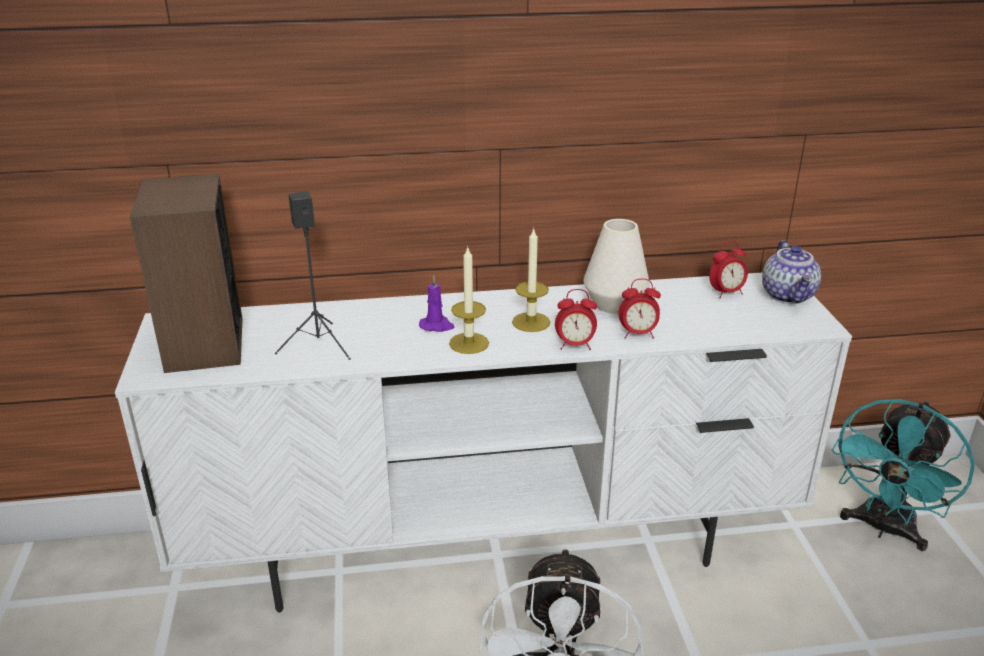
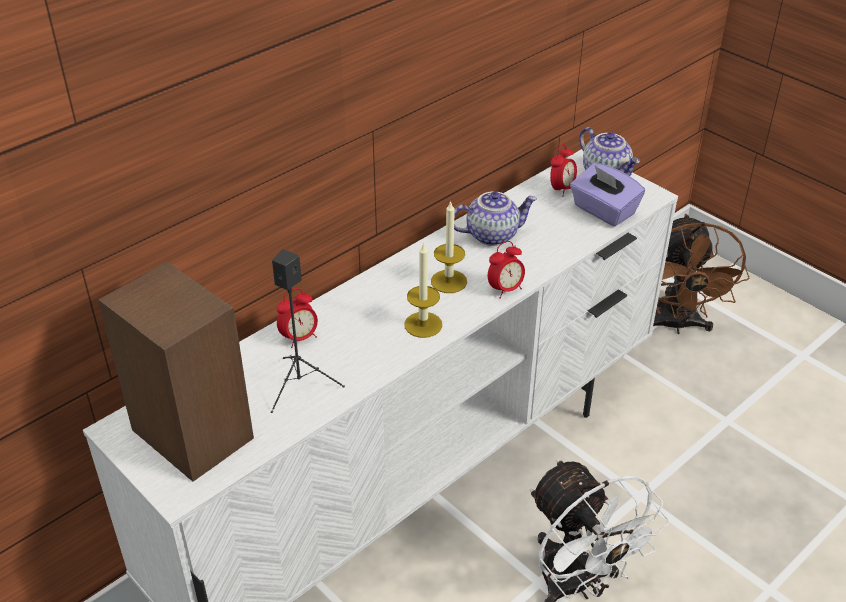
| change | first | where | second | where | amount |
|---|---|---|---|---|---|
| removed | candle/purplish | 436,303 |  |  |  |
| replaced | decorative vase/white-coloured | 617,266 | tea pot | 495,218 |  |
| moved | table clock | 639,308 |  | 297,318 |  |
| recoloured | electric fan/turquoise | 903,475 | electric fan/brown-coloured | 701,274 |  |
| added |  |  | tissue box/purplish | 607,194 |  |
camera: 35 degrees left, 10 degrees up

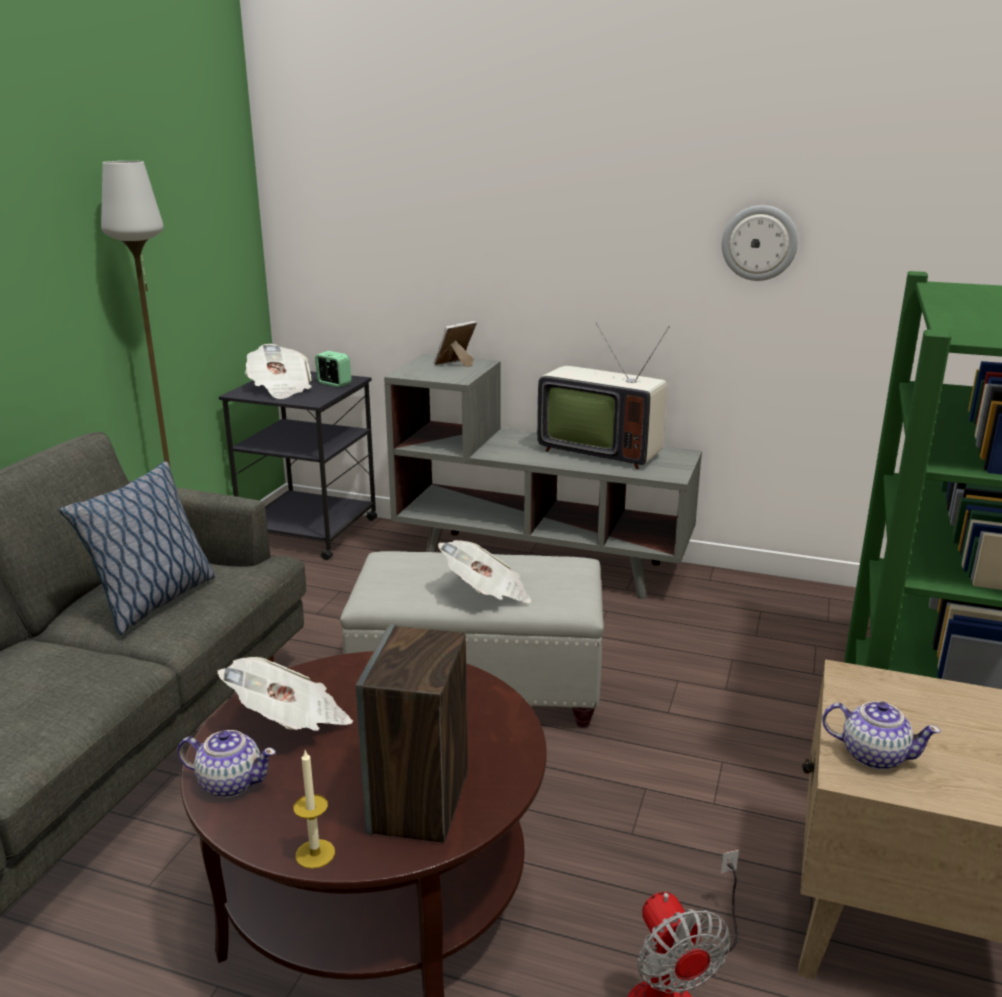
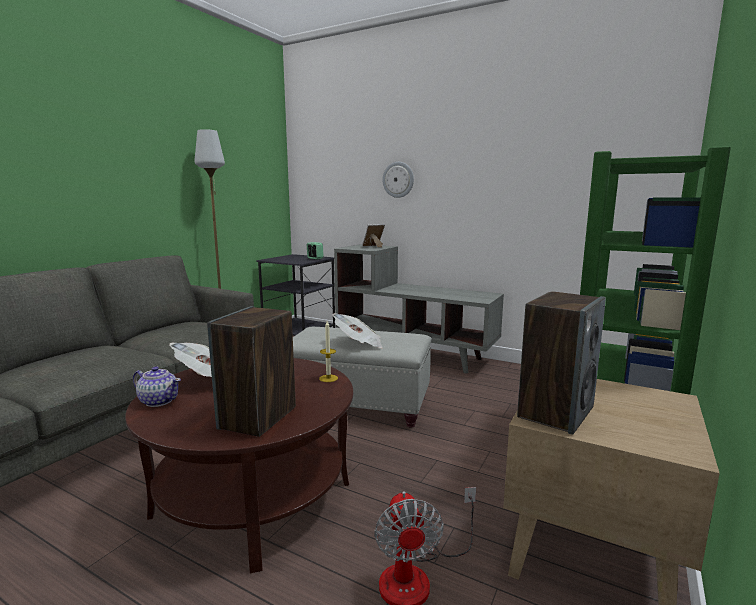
| change | first | where | second | where | amount |
|---|---|---|---|---|---|
| removed | throw pillow | 137,548 |  |  |  |
| removed | daily paper | 278,371 |  |  |  |
| moved | candle | 314,810 |  | 328,351 |  |
| removed | TV | 603,395 |  |  |  |
| moved | hanging clock | 760,243 |  | 398,180 |  |
| replaced | tea pot | 881,735 | loudspeaker | 561,363 |  |
camera: 10 degrees right, 10 degrees down

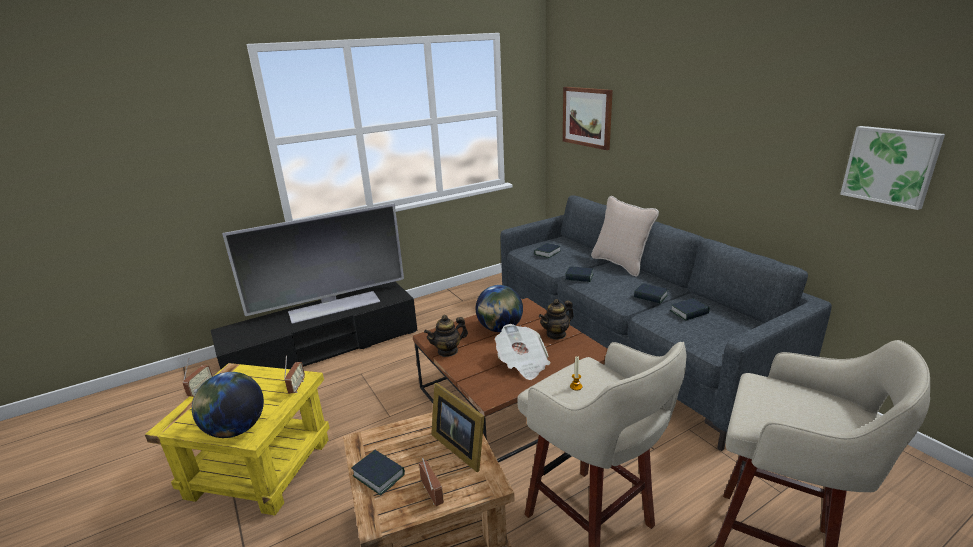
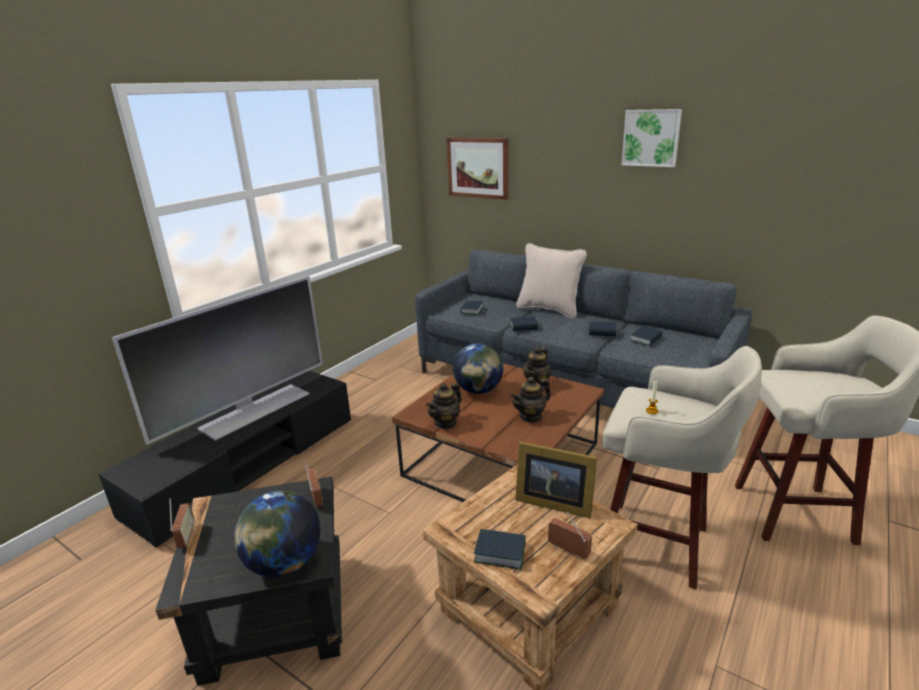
| change | first | where | second | where | amount |
|---|---|---|---|---|---|
| recoloured | side table/yellowish | 237,439 | side table/black | 248,581 |  |
| replaced | daily paper | 522,352 | tea pot | 530,399 |  |
| moved | wall picture | 892,168 |  | 651,138 |  |
camera: 25 degrees left, 0 degrees up

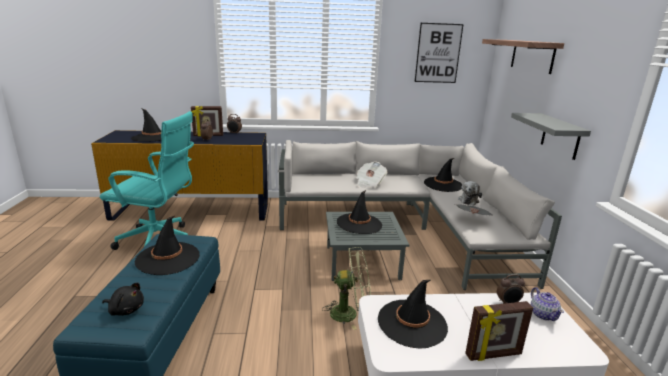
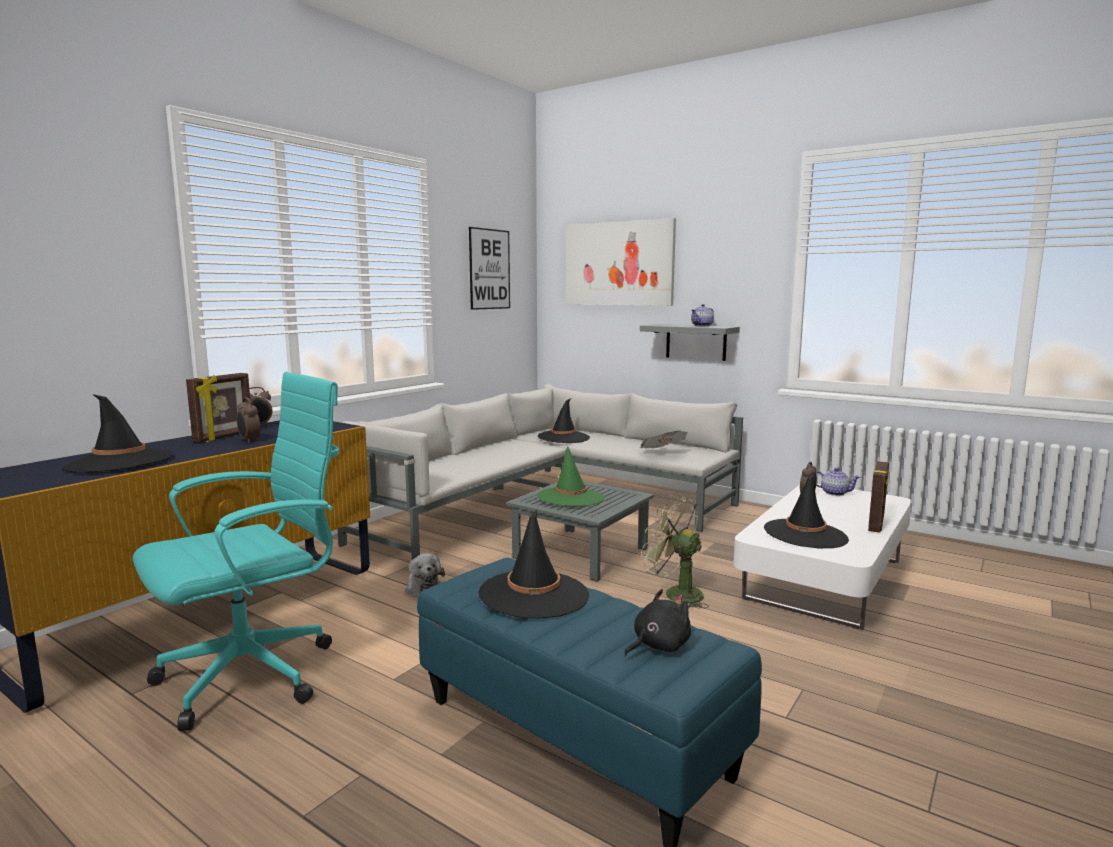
| change | first | where | second | where | amount |
|---|---|---|---|---|---|
| turned | electric fan/green | 346,288 |  | 675,551 | 90 degrees counterclockwise |
| recoloured | clothing hat/black | 359,212 | clothing hat/green | 571,476 |  |
| removed | daily paper | 371,175 |  |  |  |
| moved | plush toy | 470,193 |  | 425,575 |  |
| replaced | wall shelf | 523,56 | wall picture | 621,262 |  |
| added |  |  | tea pot | 702,315 |  |
camera: 50 degrees left, 10 degrees down

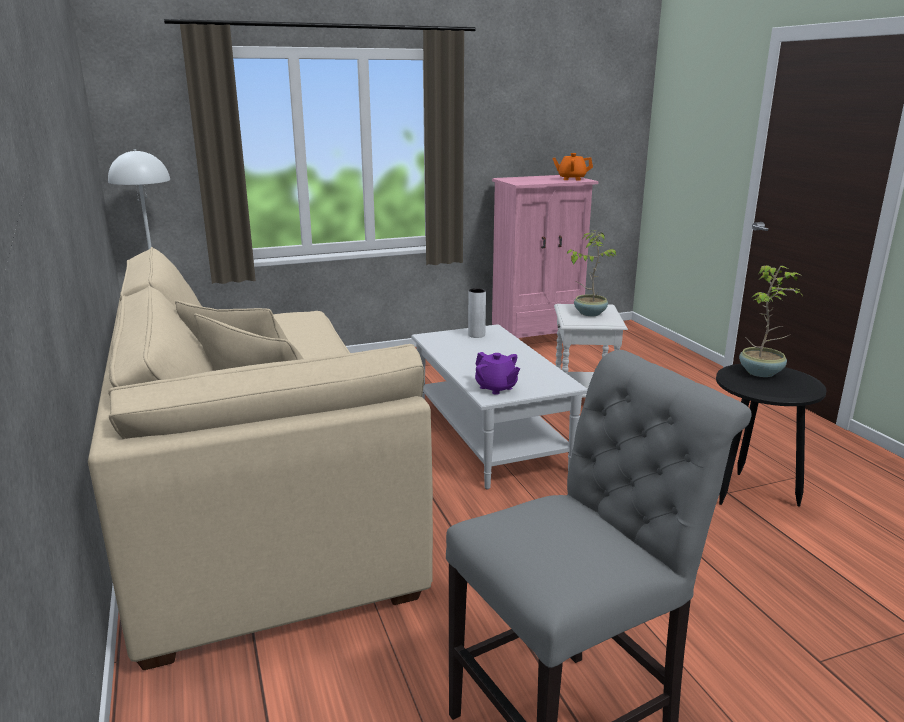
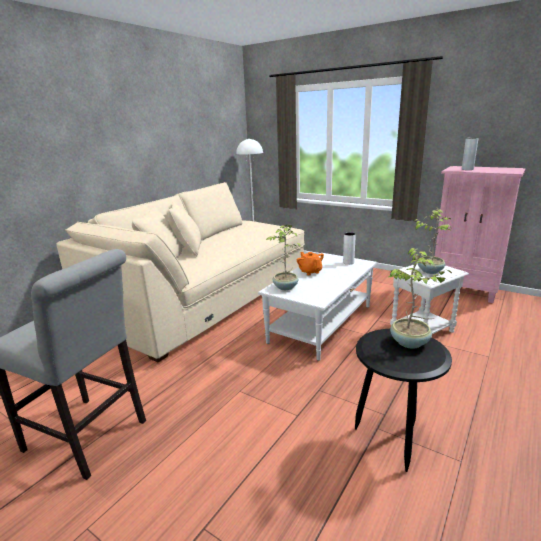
| change | first | where | second | where | amount |
|---|---|---|---|---|---|
| replaced | tea pot/purplish | 497,373 | plant in a pot | 283,257 |  |
| moved | tea pot/orange-coloured | 572,167 |  | 310,263 |  |
| added |  |  | decorative vase/grey | 470,154 |  |
camera: 55 degrees right, 0 degrees up

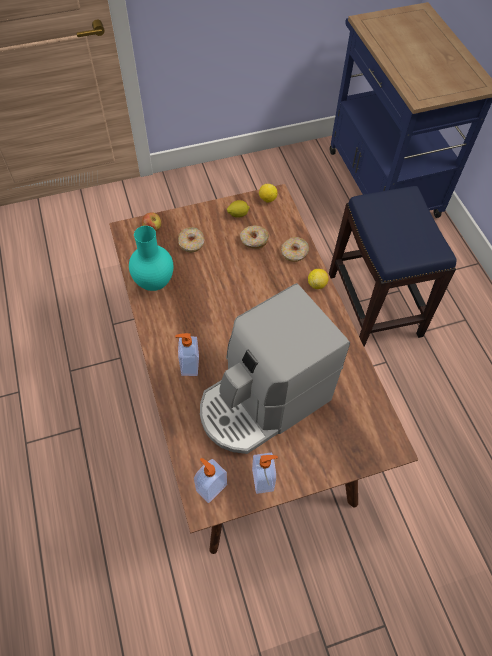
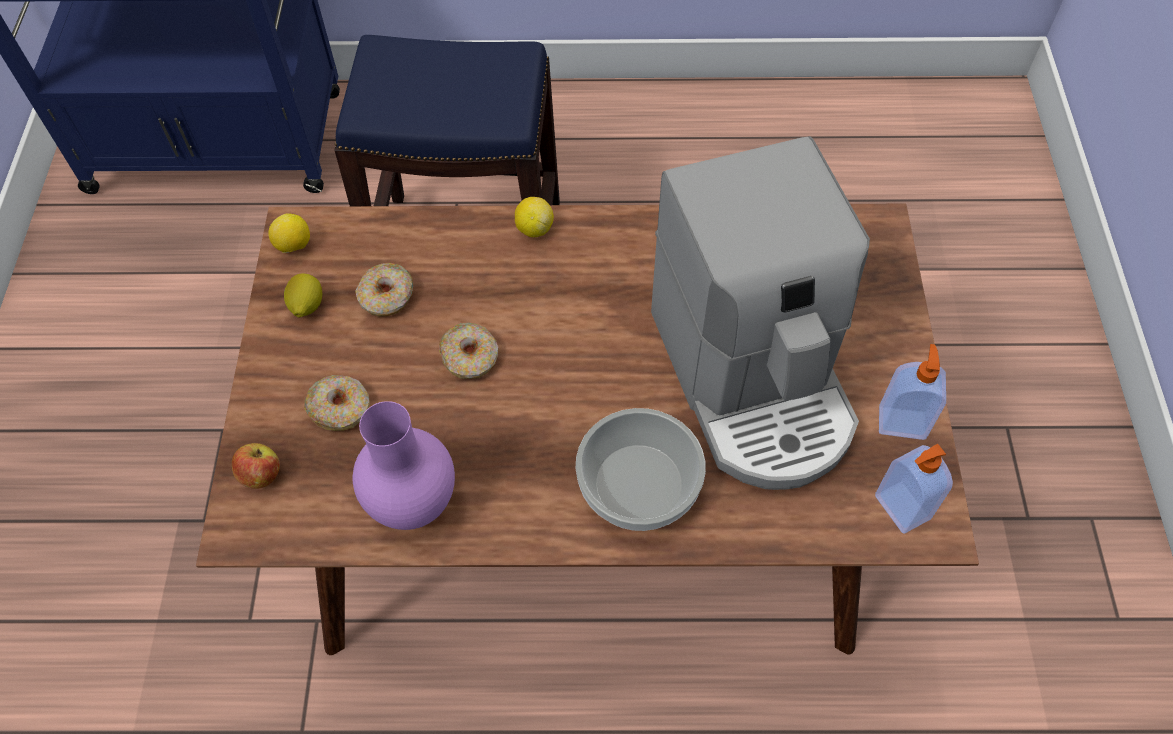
| change | first | where | second | where | amount |
|---|---|---|---|---|---|
| recoloured | decorative vase/turquoise | 151,258 | decorative vase/purplish | 404,465 |  |
| replaced | liquid soap bottle | 187,354 | deep dish | 641,469 |  |
| moved | ring doughnut | 295,249 |  | 468,351 |  |
camera: 70 degrees left, 0 degrees up

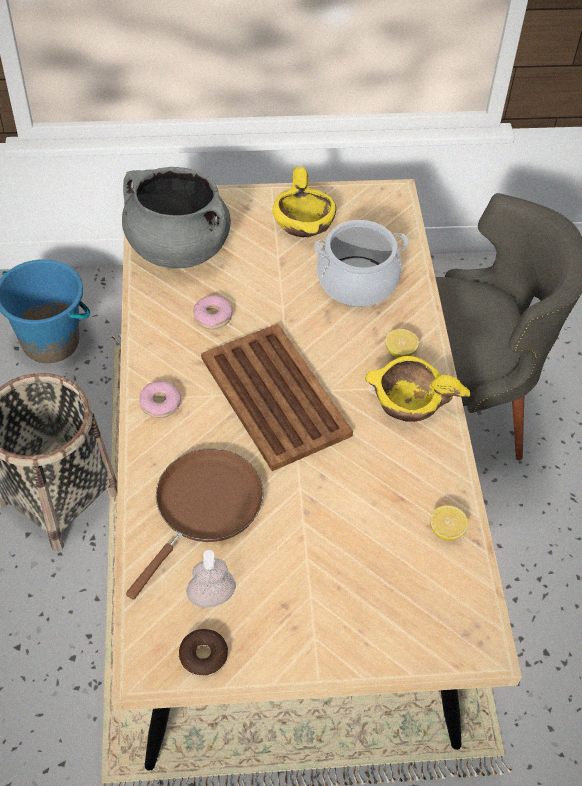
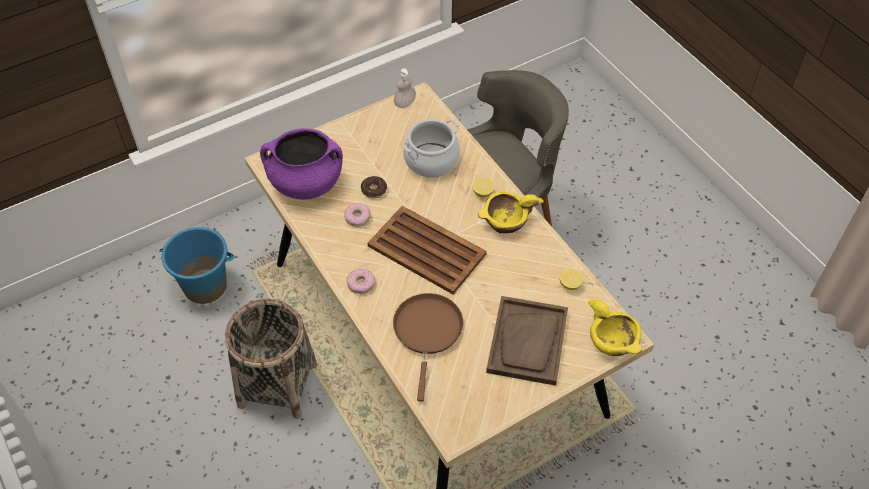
| change | first | where | second | where | amount |
|---|---|---|---|---|---|
| recoloured | saucepot/grey | 176,218 | saucepot/purplish | 301,163 |  |
| moved | ring doughnut | 203,653 |  | 374,187 |  |
| moved | liquid soap bottle | 211,578 |  | 405,88 |  |
| moved | deep dish/yellowish | 304,202 |  | 615,327 |  |
| added |  |  | carrying tray/brown-coloured | 527,341 |  |
camera: 25 degrees left, 0 degrees up

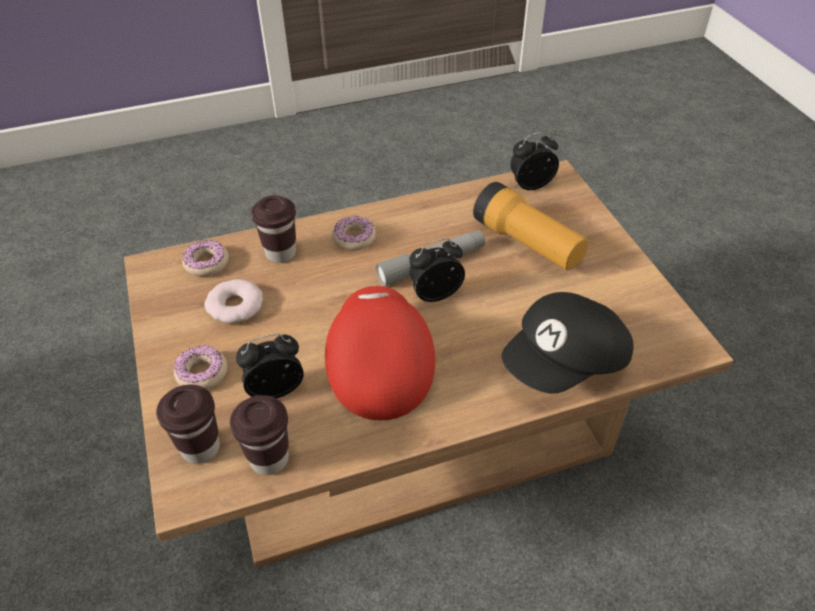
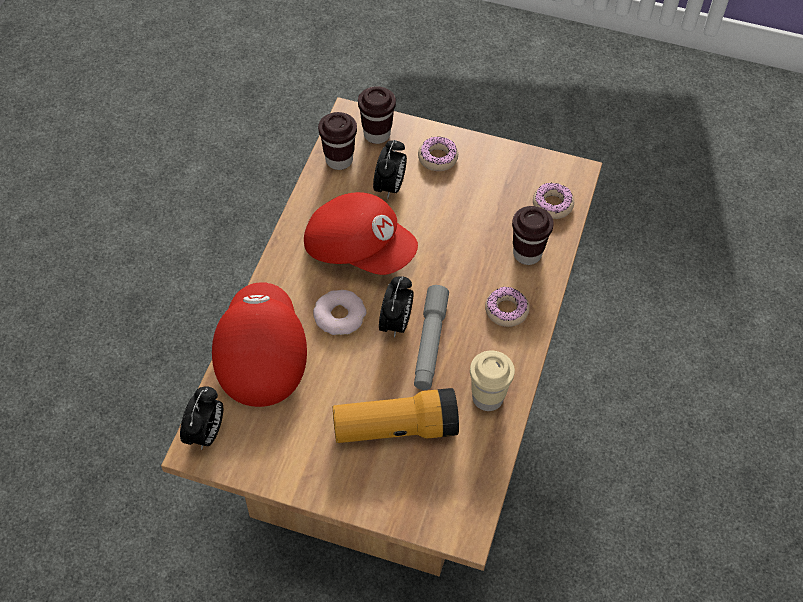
| change | first | where | second | where | amount |
|---|---|---|---|---|---|
| moved | ring doughnut | 233,301 |  | 340,312 |  |
| recoloured | peaked cap/black | 567,343 | peaked cap/reddish | 259,344 |  |
| moved | table clock | 534,161 |  | 201,418 |  |
| added |  |  | small cup/beige-coloured | 492,381 |  |
camera: 125 degrees right, 10 degrees up

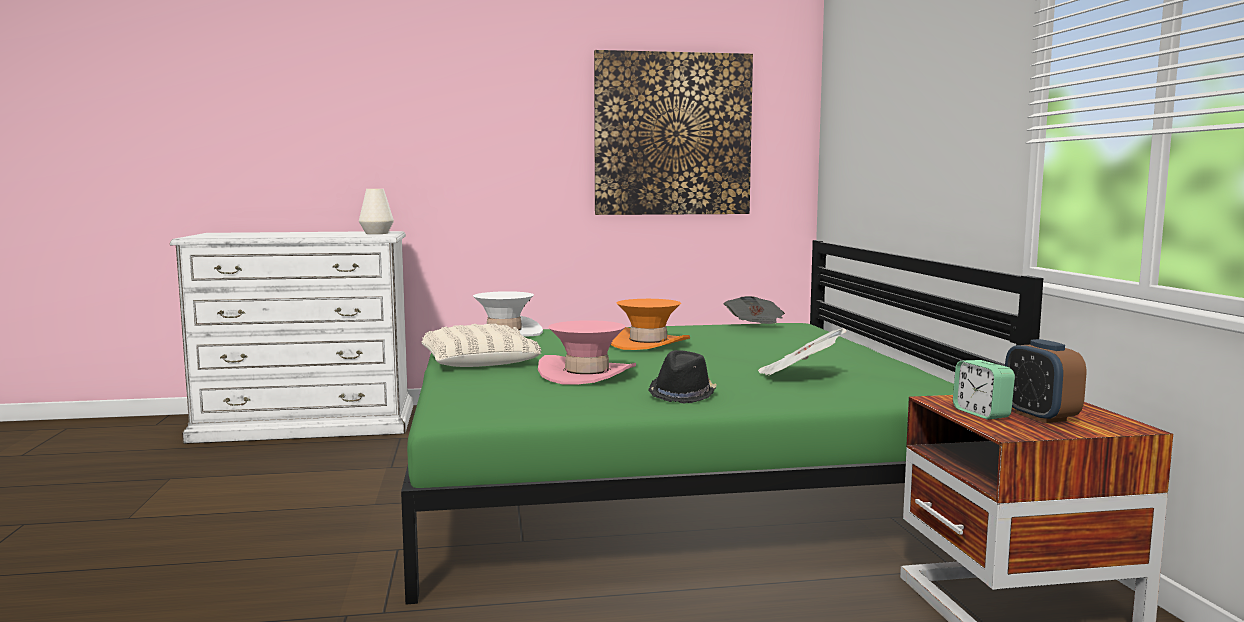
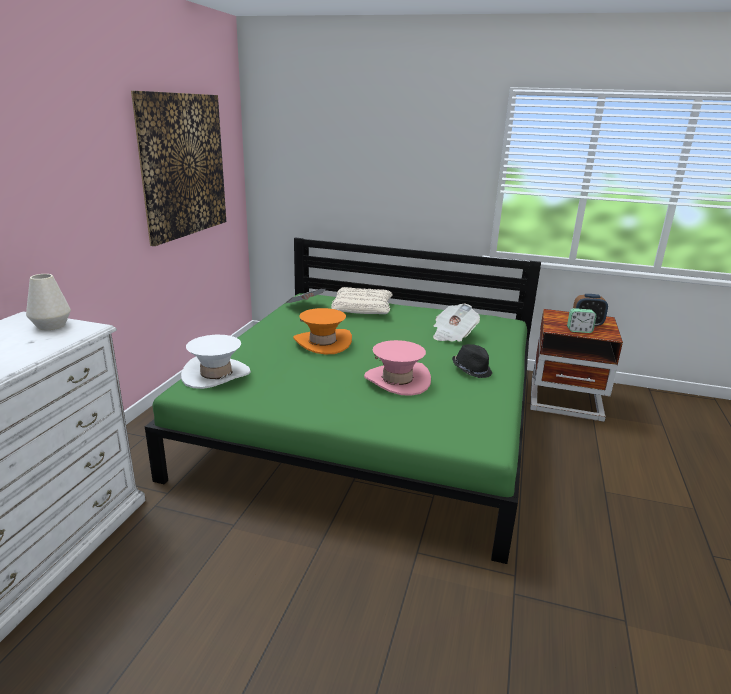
| change | first | where | second | where | amount |
|---|---|---|---|---|---|
| moved | throw pillow/beige-coloured | 482,345 |  | 361,300 |  |
camera: 65 degrees left, 15 degrees up

